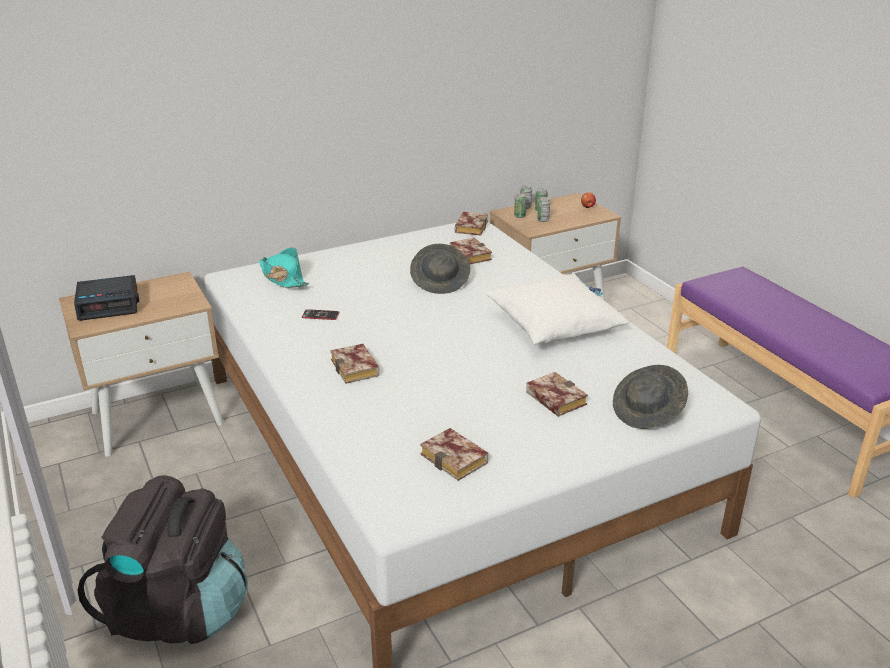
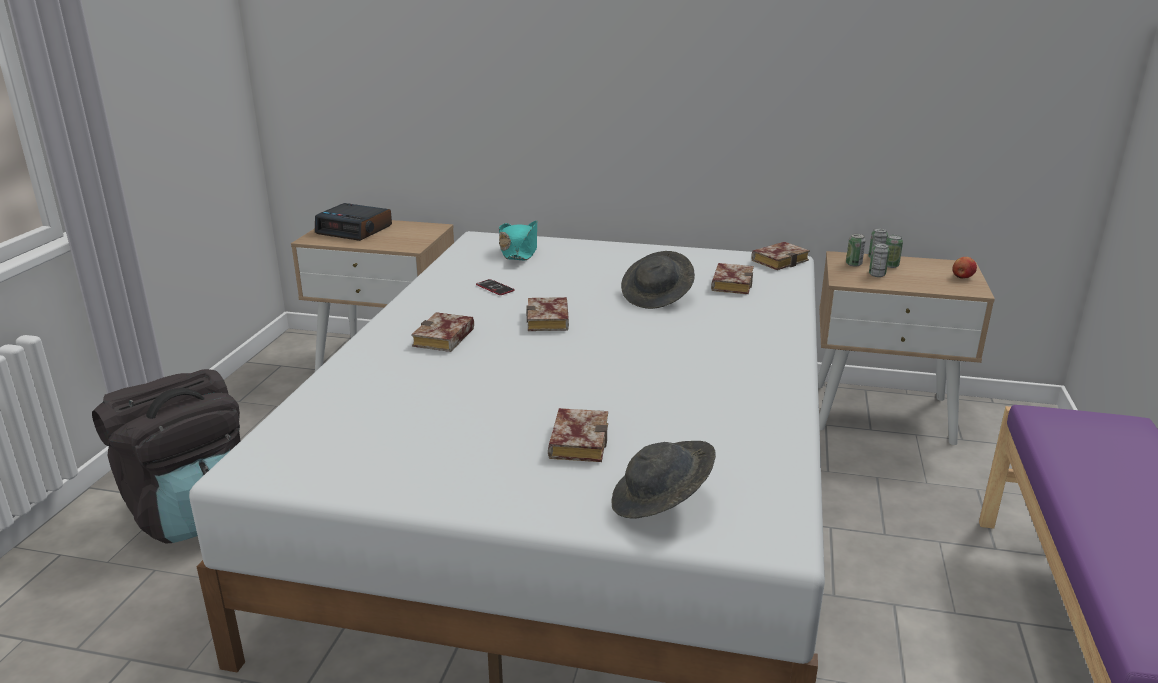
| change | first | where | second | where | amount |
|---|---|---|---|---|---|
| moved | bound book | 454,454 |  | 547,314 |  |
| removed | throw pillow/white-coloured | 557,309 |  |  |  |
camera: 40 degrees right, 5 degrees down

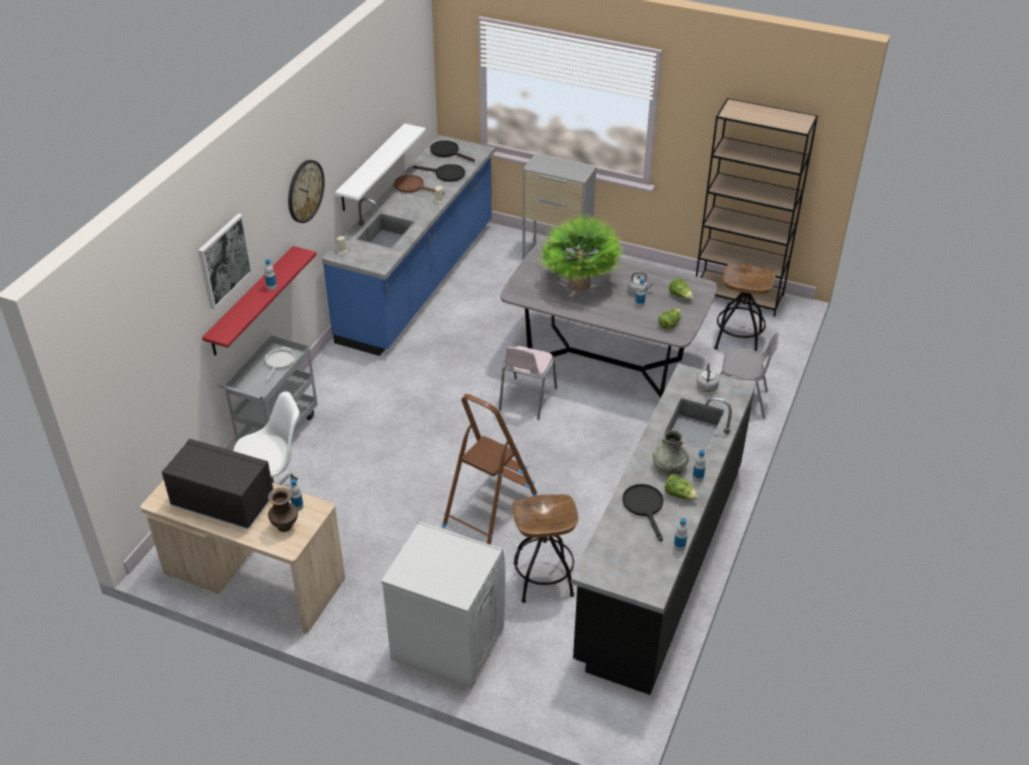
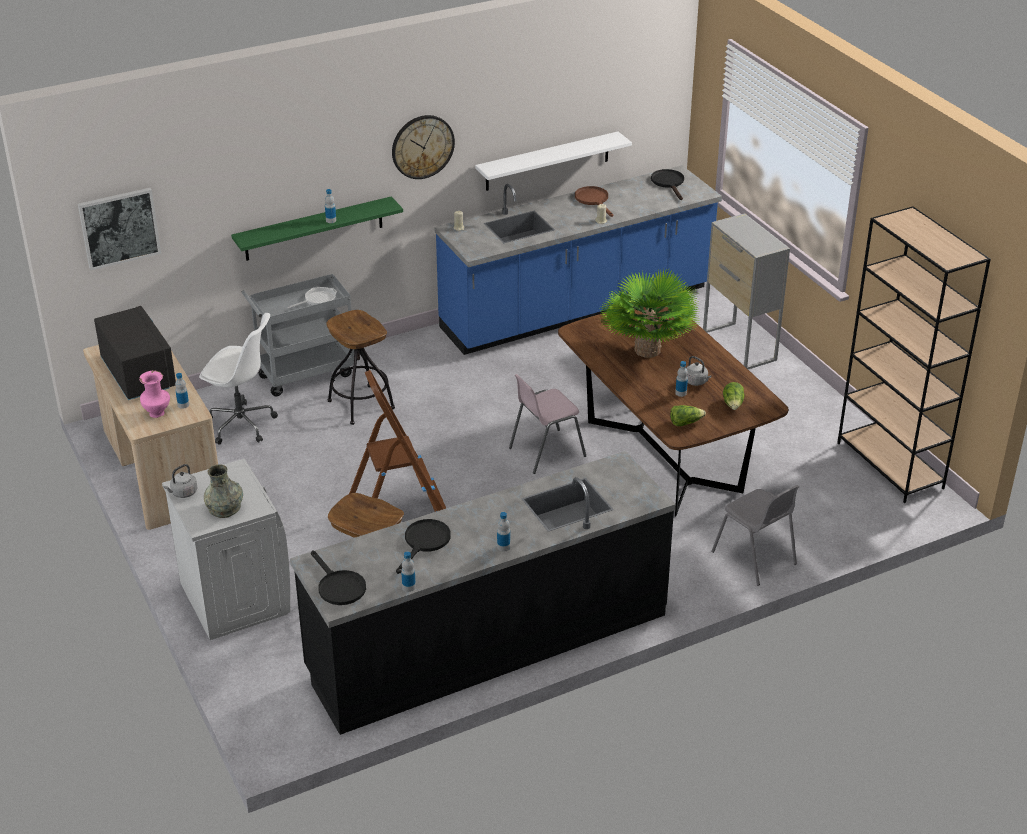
| change | first | where | second | where | amount |
|---|---|---|---|---|---|
| moved | wall picture | 225,261 |  | 119,229 |  |
| recoloured | wall shelf/reddish | 259,301 | wall shelf/green | 317,228 |  |
| recoloured | decorative vase/brown-coloured | 283,509 | decorative vase/pink-coloured | 154,394 |  |
| moved | pan/black | 439,173 |  | 338,577 |  |
| recoloured | dining table/grey | 609,319 | dining table/brown-coloured | 673,411 |  |
| moved | decorative vase/grey | 670,453 |  | 223,491 |  |
| removed | head of lettuce | 681,487 |  |  |  |
| moved | water kettle/grey | 707,377 |  | 180,481 |  |
| moved | stool seat/brown-coloured | 744,307 |  | 360,367 |  |
camera: 40 degrees right, 5 degrees down

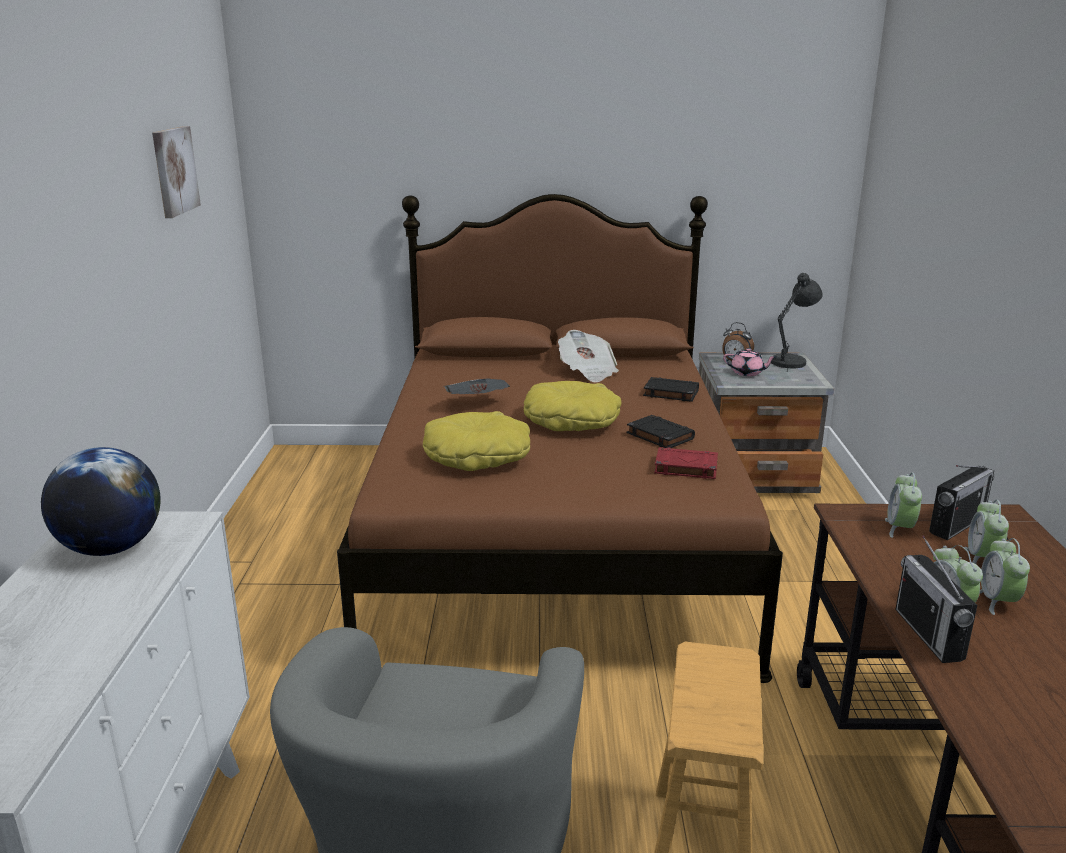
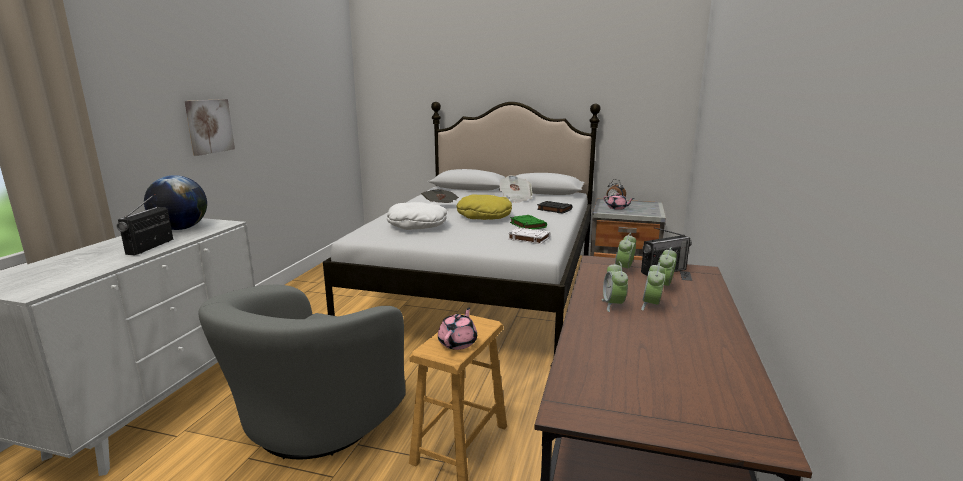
| change | first | where | second | where | amount |
|---|---|---|---|---|---|
| moved | wall picture | 176,172 |  | 210,127 |  |
| recoloured | bed/brown-coloured | 560,438 | bed/white-coloured | 462,233 |  |
| recoloured | throw pillow/yellowish | 476,441 | throw pillow/white-coloured | 417,216 |  |
| recoloured | bound book/black | 661,431 | bound book/green | 528,222 |  |
| recoloured | bound book/reddish | 686,463 | bound book/white-coloured | 529,235 |  |
| removed | table lamp/grey | 797,322 |  |  |  |
| moved | radio | 936,599 |  | 144,224 |  |
| added |  |  | tea pot/pink-coloured | 457,328 |  |
camera: 15 degrees right, 5 degrees down

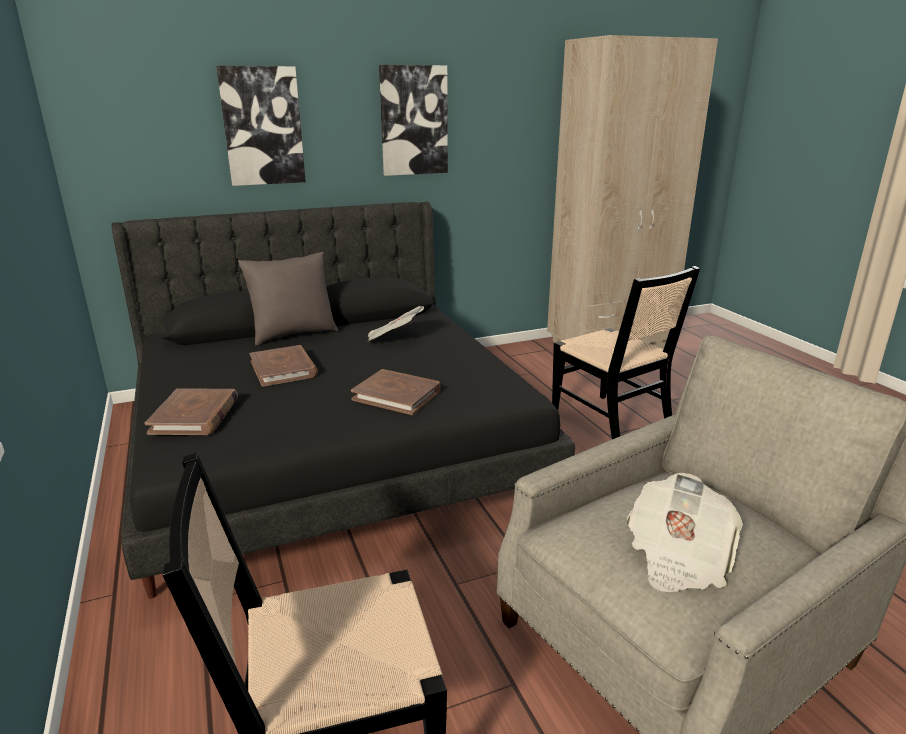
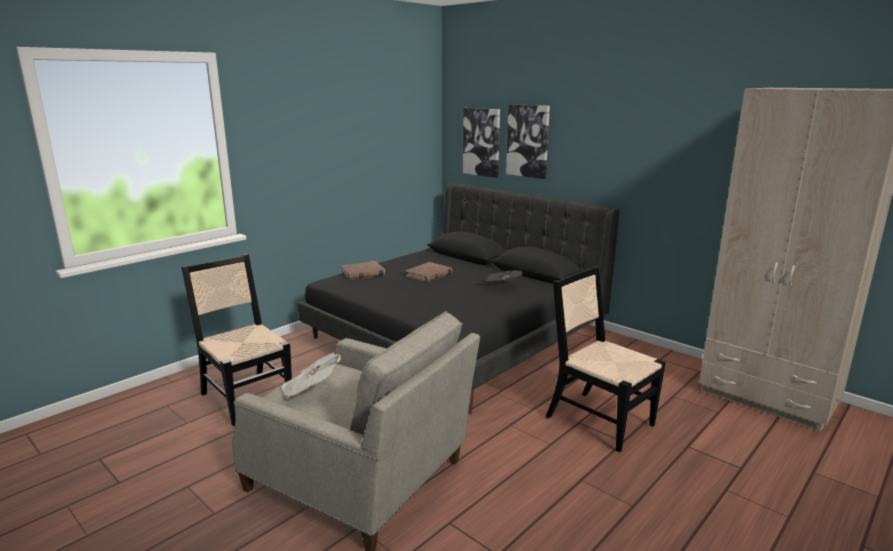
| change | first | where | second | where | amount |
|---|---|---|---|---|---|
| removed | throw pillow/grey | 288,299 |  |  |  |
| removed | bound book/brown-coloured | 396,392 |  |  |  |
| moved | wall picture | 413,120 |  | 481,143 |  |
| turned | upright chair | 626,352 |  | 605,359 | 105 degrees clockwise |
camera: 65 degrees right, 5 degrees down

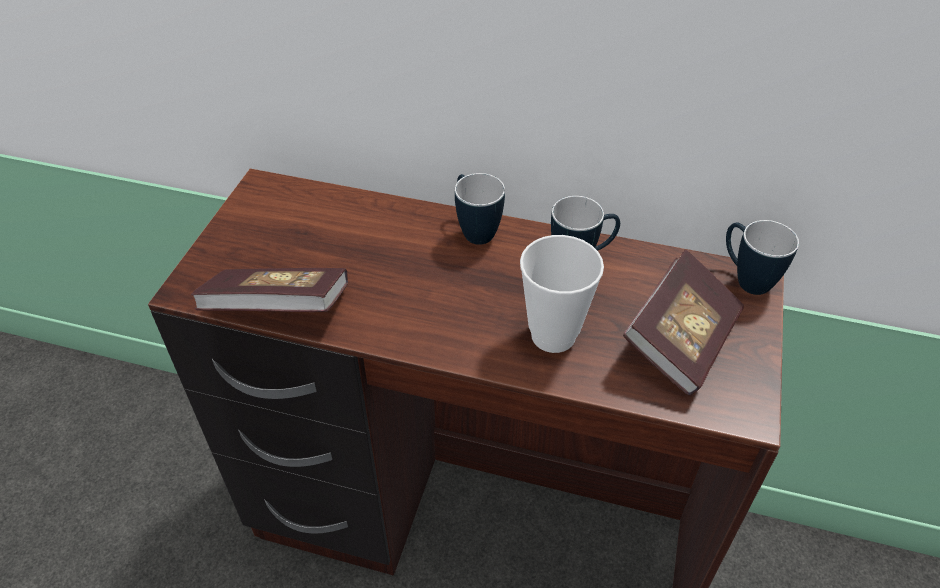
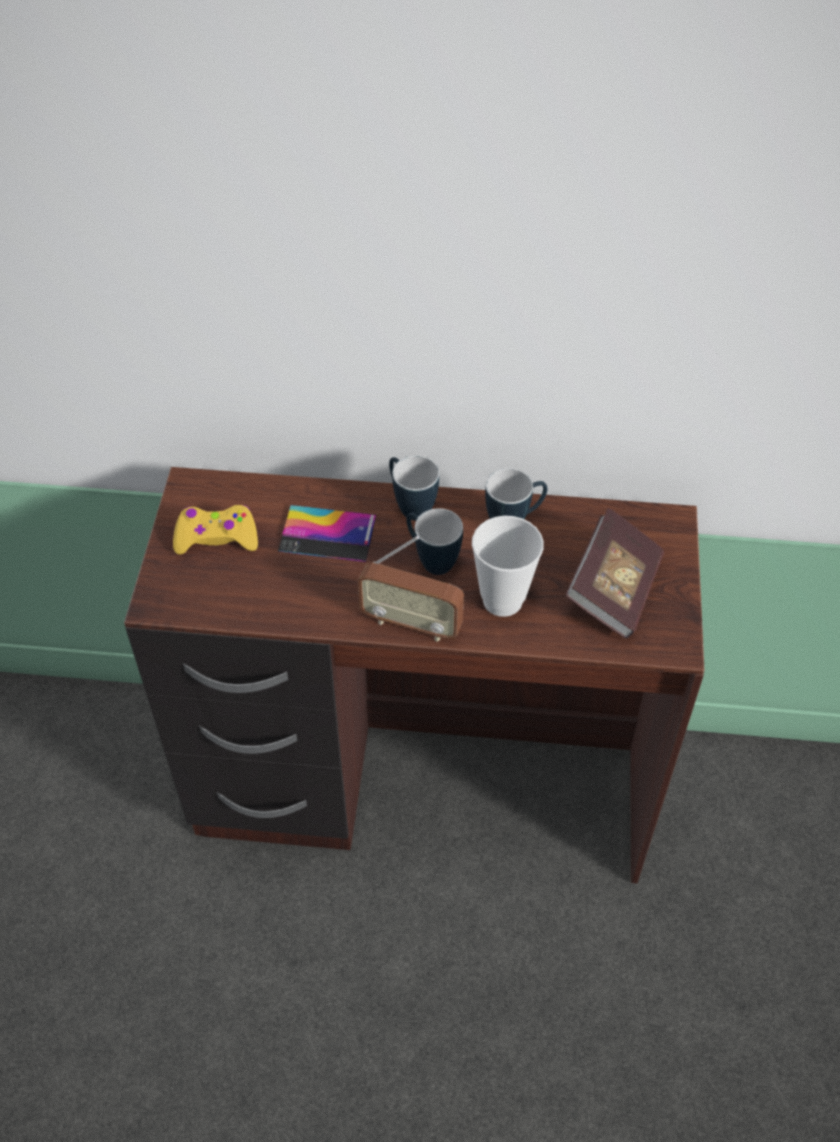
| change | first | where | second | where | amount |
|---|---|---|---|---|---|
| removed | bound book | 269,290 |  |  |  |
| moved | coffee mug | 762,257 |  | 434,541 |  |
| added |  |  | joypad/yellowish | 215,530 |  |
| added |  |  | phone | 327,533 |  |
| added |  |  | radio | 411,589 |  |
camera: 10 degrees left, 5 degrees up

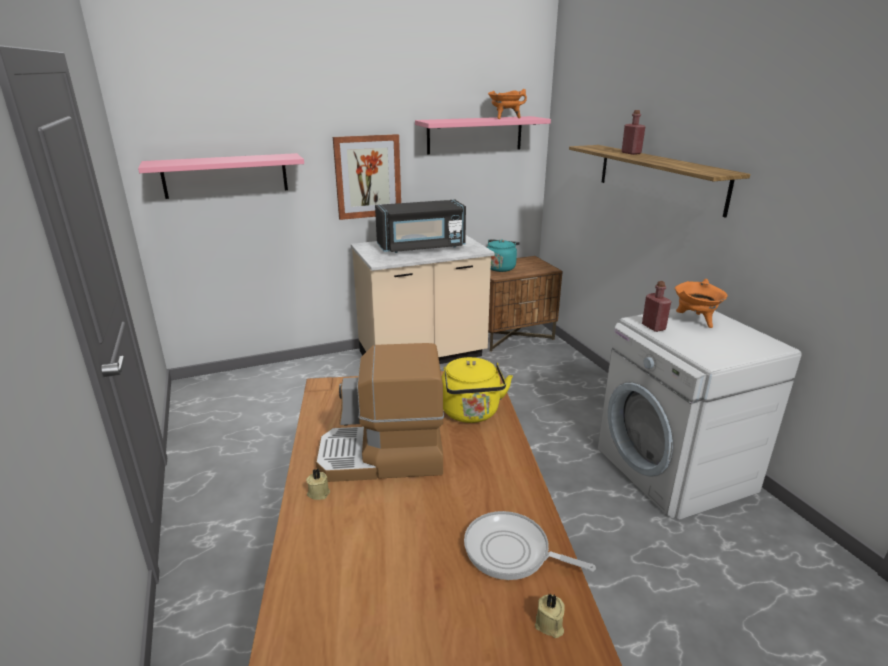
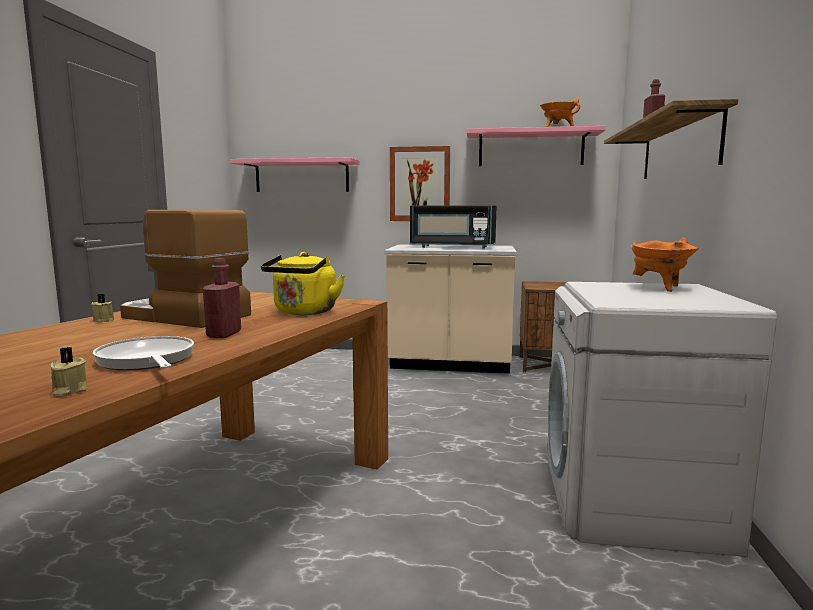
| change | first | where | second | where | amount |
|---|---|---|---|---|---|
| removed | water kettle/turquoise | 503,255 |  |  |  |
| moved | bottle/reddish | 656,306 |  | 222,298 |  |
camera: 30 degrees right, 15 degrees down

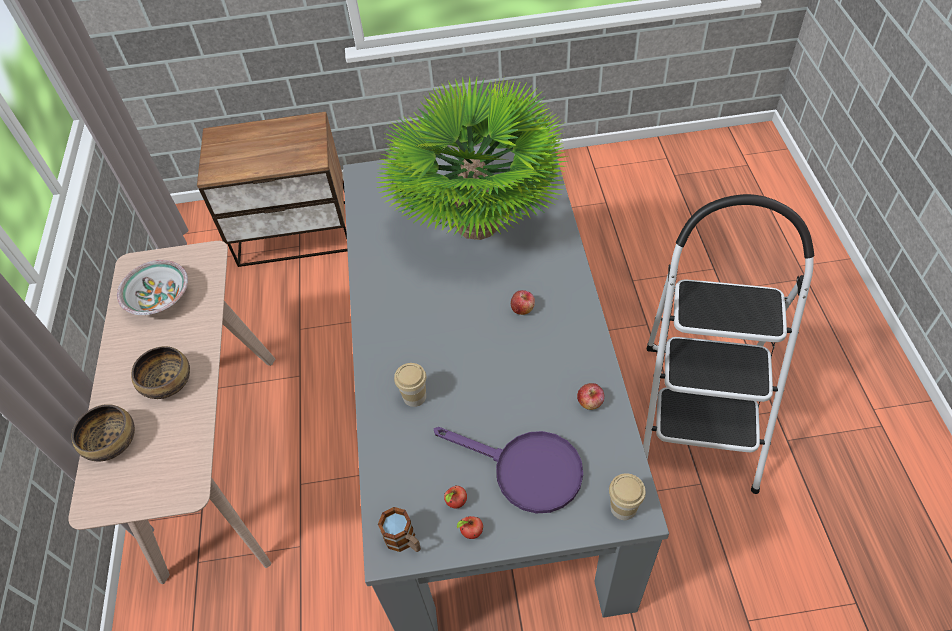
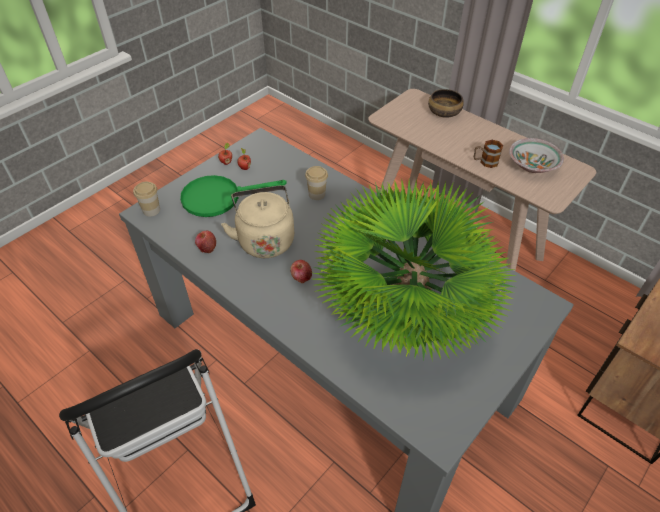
| change | first | where | second | where | amount |
|---|---|---|---|---|---|
| removed | deep dish | 160,372 |  |  |  |
| moved | coffee mug | 399,529 |  | 488,154 |  |
| recoloured | pan/purplish | 508,470 | pan/green | 233,196 |  |
| added |  |  | water kettle/beige-coloured | 257,221 |  |
camera: 135 degrees right, 5 degrees down

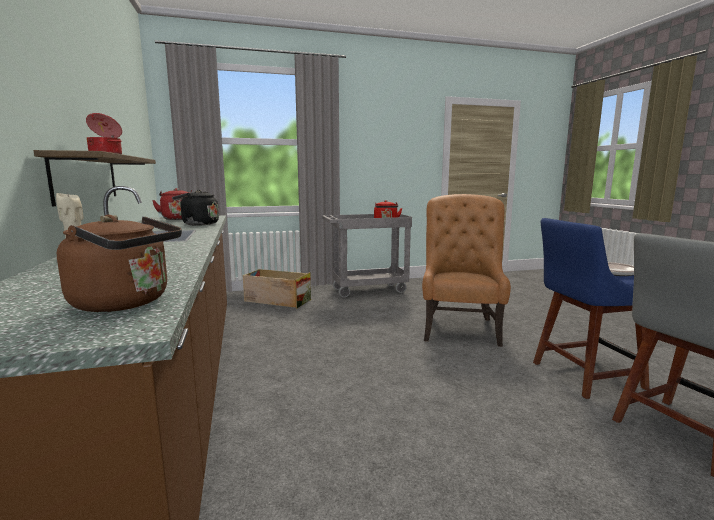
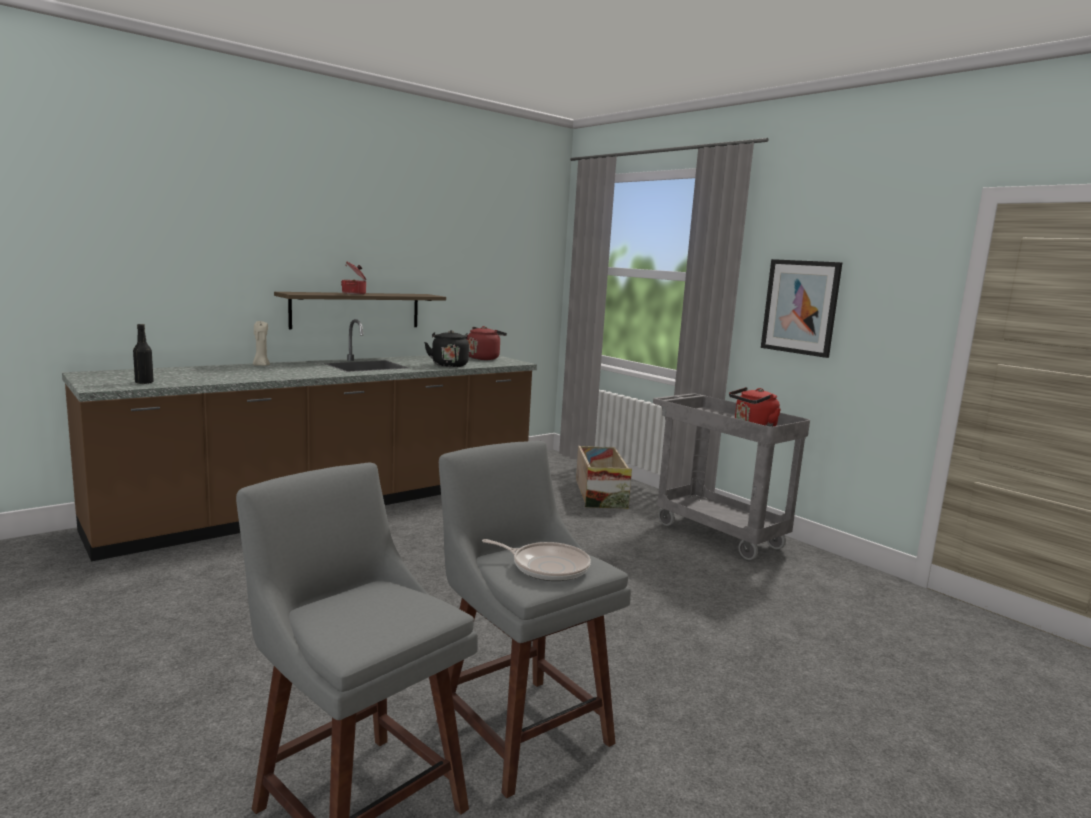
| change | first | where | second | where | amount |
|---|---|---|---|---|---|
| replaced | water kettle/brown-coloured | 119,263 | bottle/black | 143,354 |  |
| removed | upright chair/brown-coloured | 466,270 |  |  |  |
| recoloured | stool seat/blue-coloured | 591,308 | stool seat/grey | 533,619 |  |
| added |  |  | wall picture | 801,308 |  |
camera: 65 degrees right, 0 degrees up

